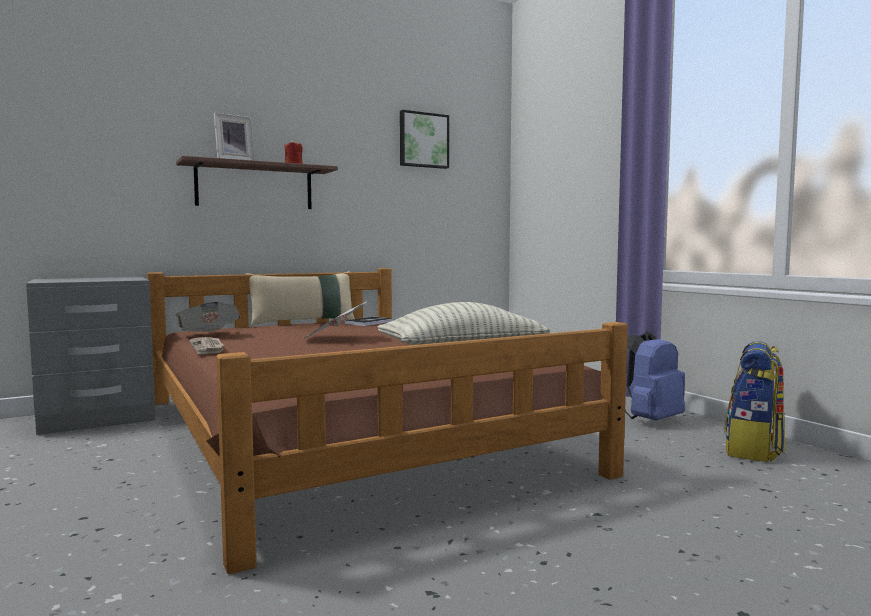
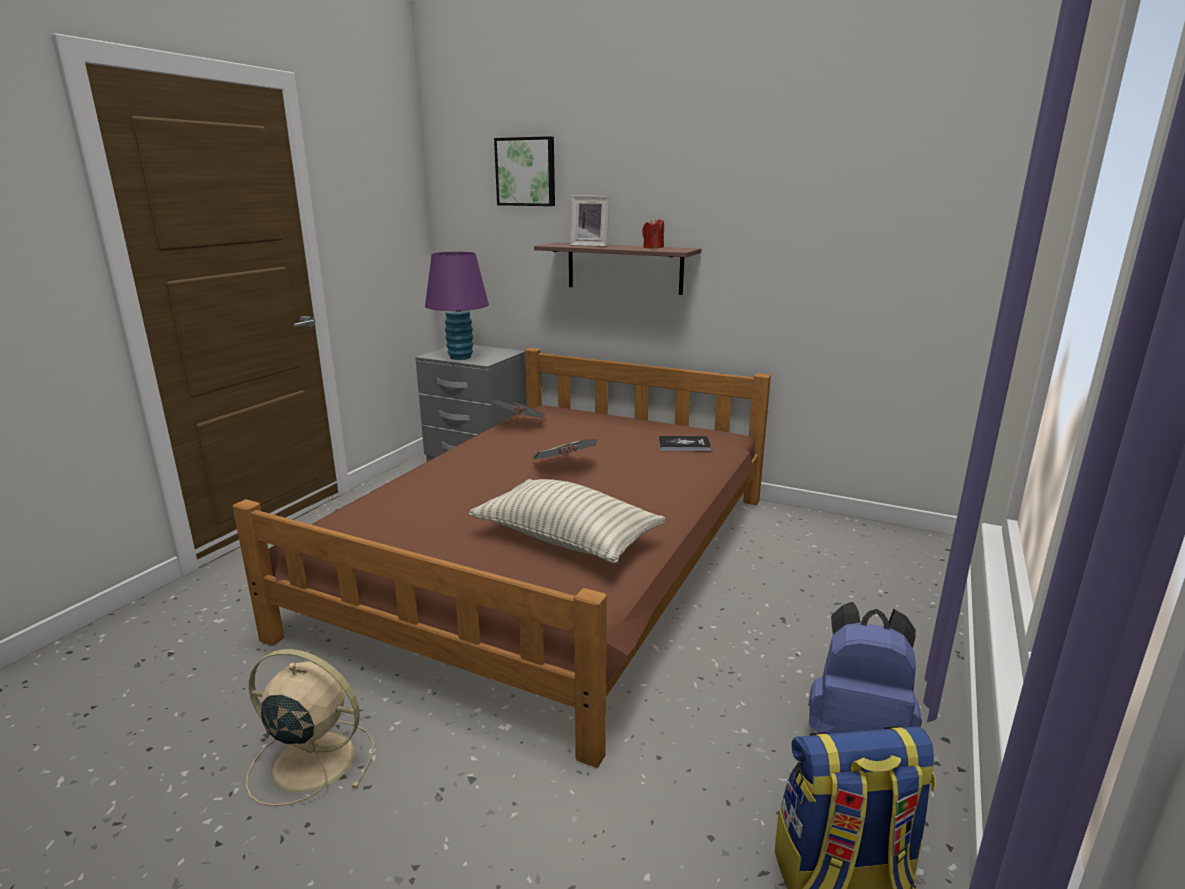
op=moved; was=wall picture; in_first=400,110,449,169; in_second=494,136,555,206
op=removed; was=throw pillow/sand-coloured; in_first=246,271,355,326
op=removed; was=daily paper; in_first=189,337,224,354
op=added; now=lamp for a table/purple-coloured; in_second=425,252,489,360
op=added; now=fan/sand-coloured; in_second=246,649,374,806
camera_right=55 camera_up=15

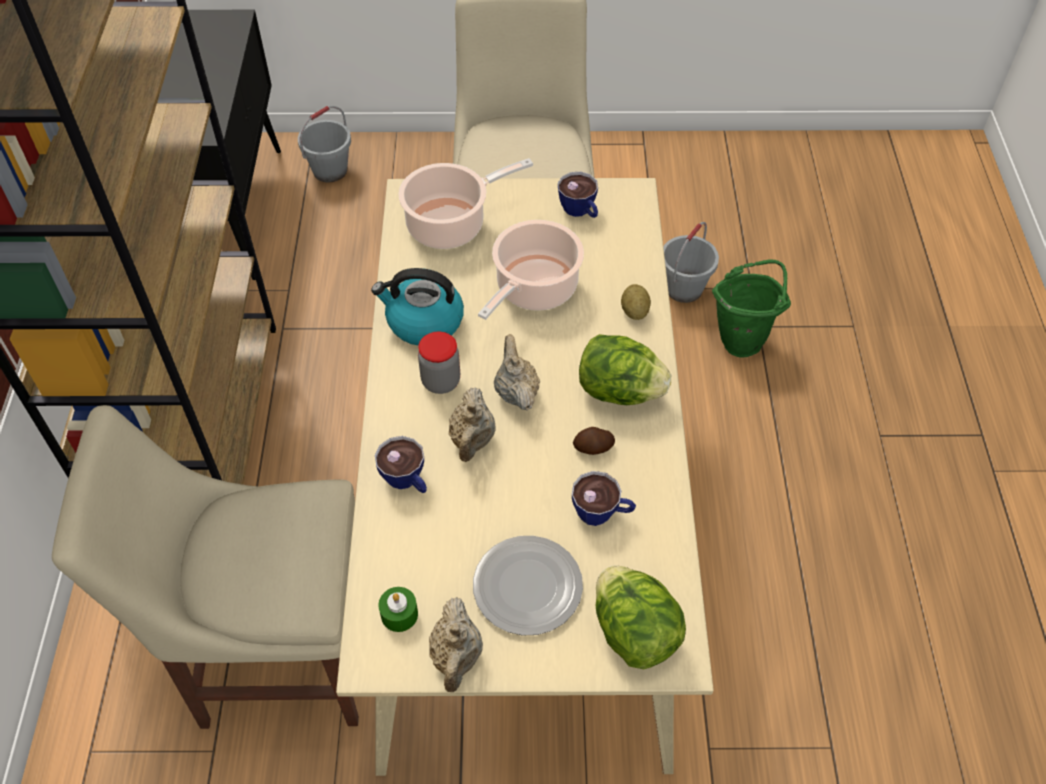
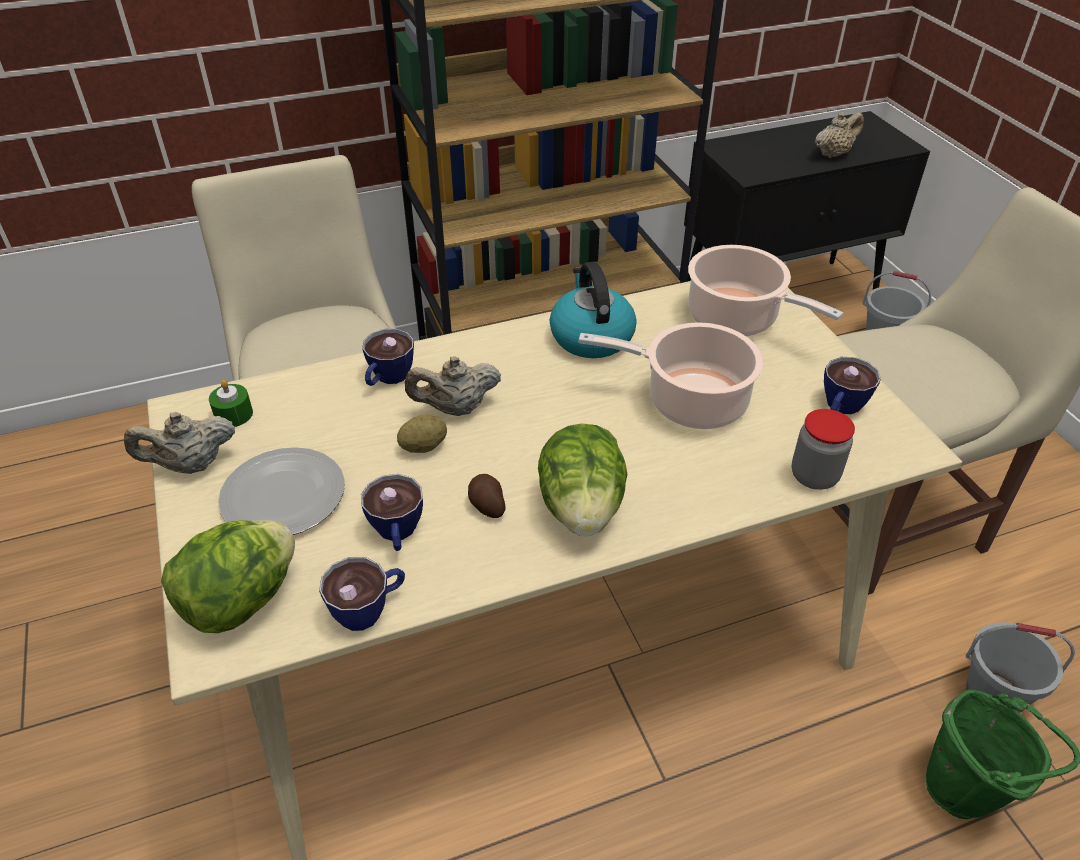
op=moved; was=spud; in_first=621,284,651,320; in_second=397,415,447,453
op=moved; was=storage jar; in_first=418,332,460,394; in_second=792,409,855,490
op=moved; was=tea pot/sand-coloured; in_first=494,334,540,411; in_second=815,112,864,158
op=added; now=small cup; in_second=319,557,405,631
camera_right=70 camera_up=-10

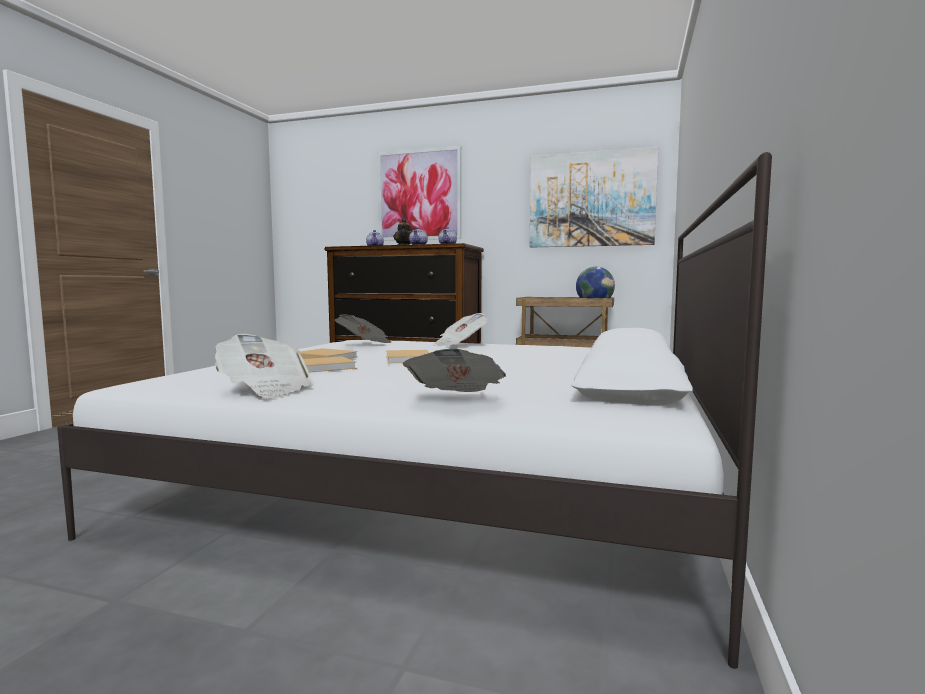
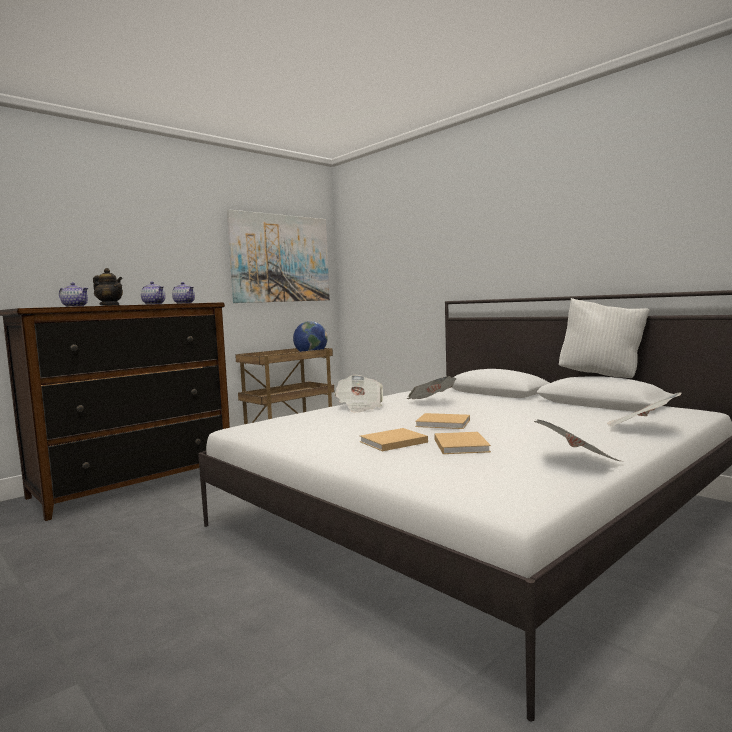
op=removed; was=wall picture; in_first=378,146,461,241
op=moved; was=daily paper; in_first=335,314,391,343; in_second=407,376,456,399
op=added; now=throw pillow/white; in_second=559,298,650,378
camera_right=-60 camera_up=0

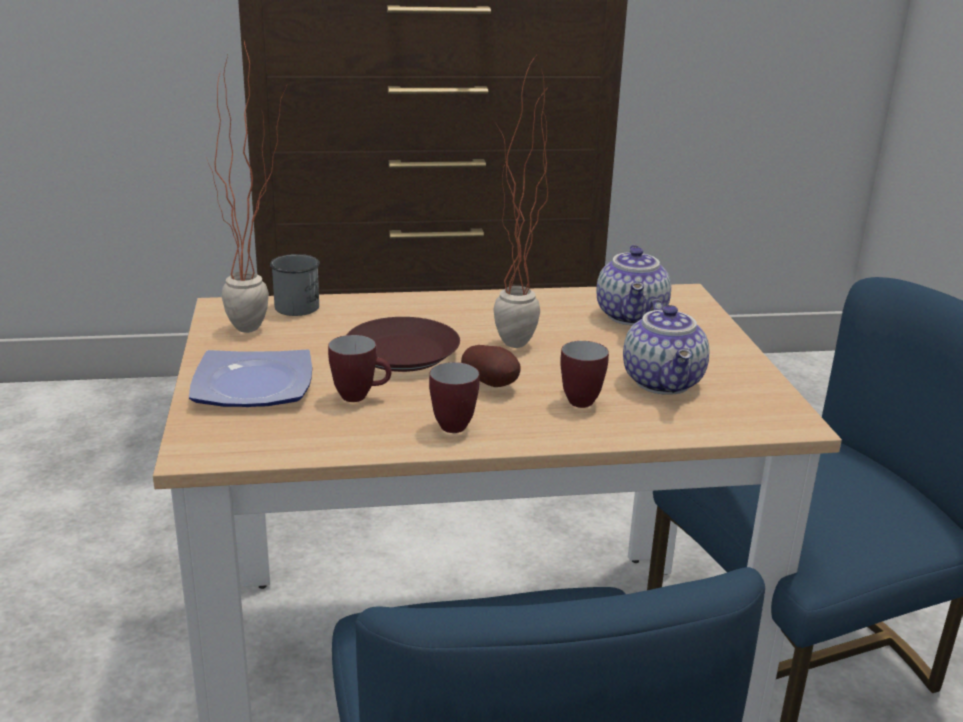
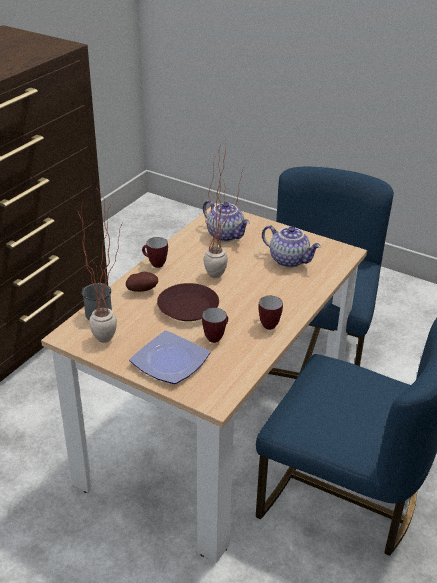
op=moved; was=coffee mug; in_first=560,341,609,408; in_second=142,237,168,268
op=moved; was=spud; in_first=461,345,521,387; in_second=126,272,158,292
camera_right=-50 camera_up=10

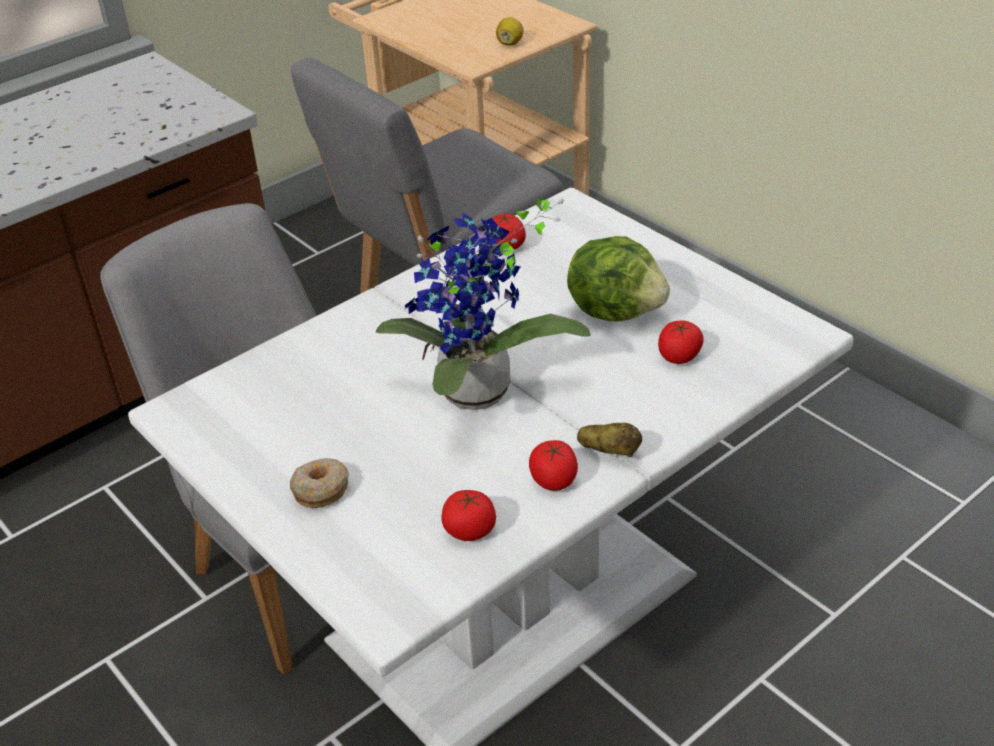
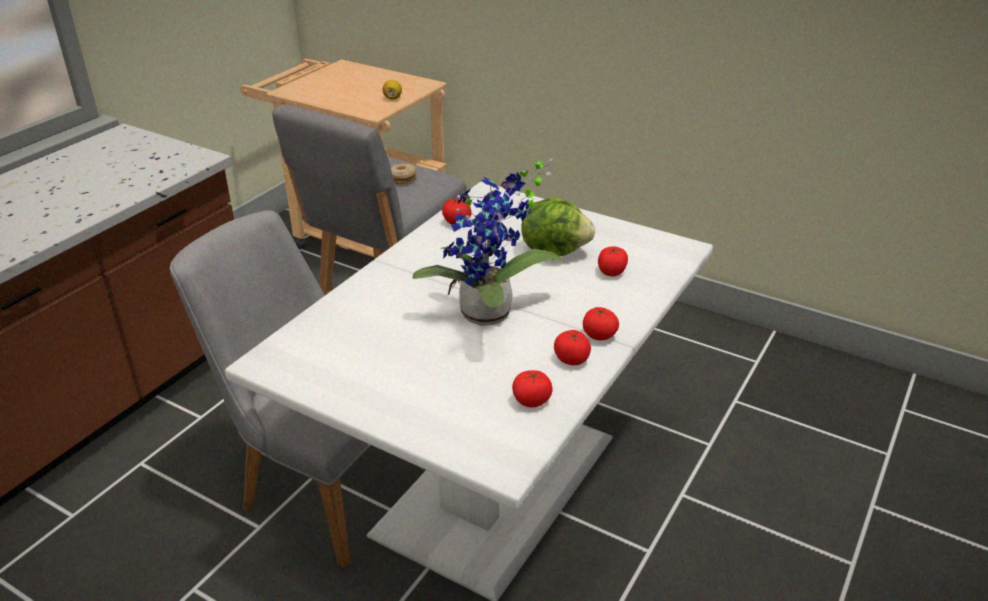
op=replaced; was=spud; now=fresh tomato; in_first=577,422,642,457; in_second=583,307,619,340
op=moved; was=doughnut; in_first=290,458,349,508; in_second=391,164,417,184
camera_right=-20 camera_up=-5

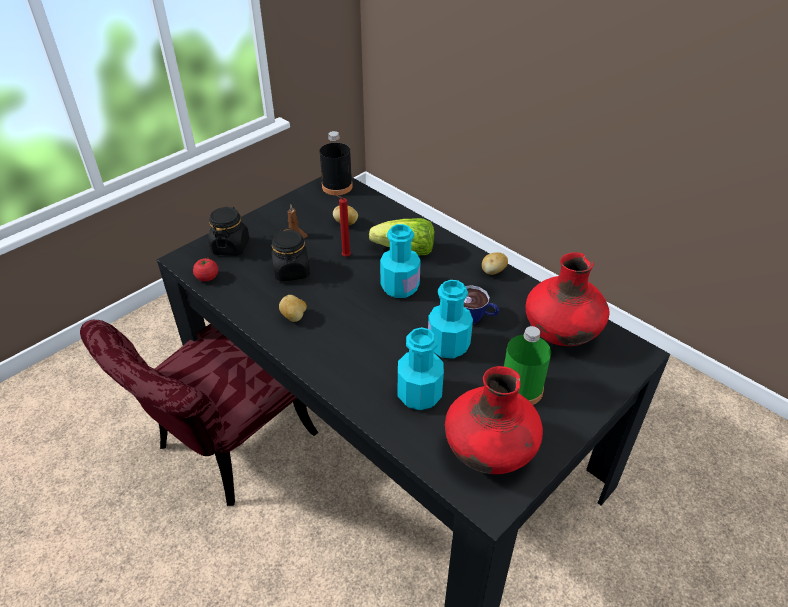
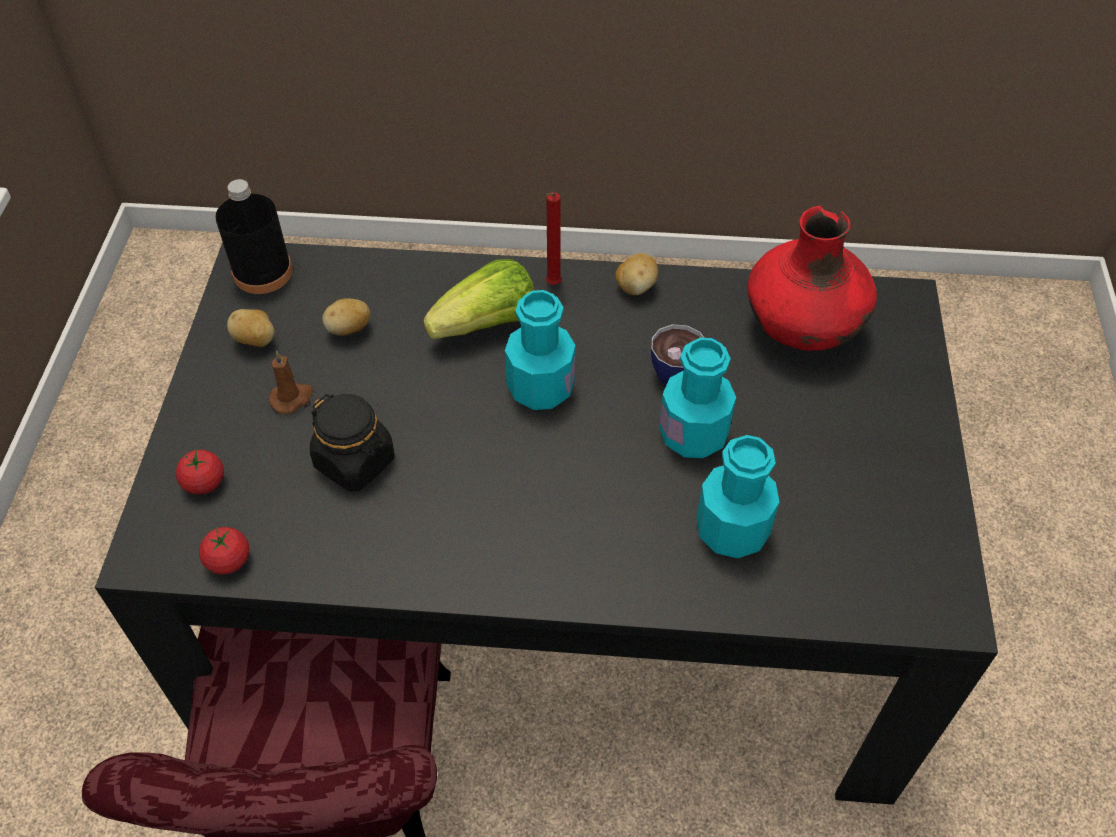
op=moved; was=wax candle/reddish; in_first=335,195,351,257; in_second=546,192,562,285
op=replaced; was=storage jar/black-coloured; now=fresh tomato; in_first=208,207,250,256; in_second=176,450,224,494
op=moved; was=spud; in_first=279,295,307,322; in_second=227,309,274,347
op=removed; was=drink bottle/green-coloured; in_first=504,326,551,405
op=removed; was=vase/reddish; in_first=445,366,543,474
camera_right=-40 camera_up=10

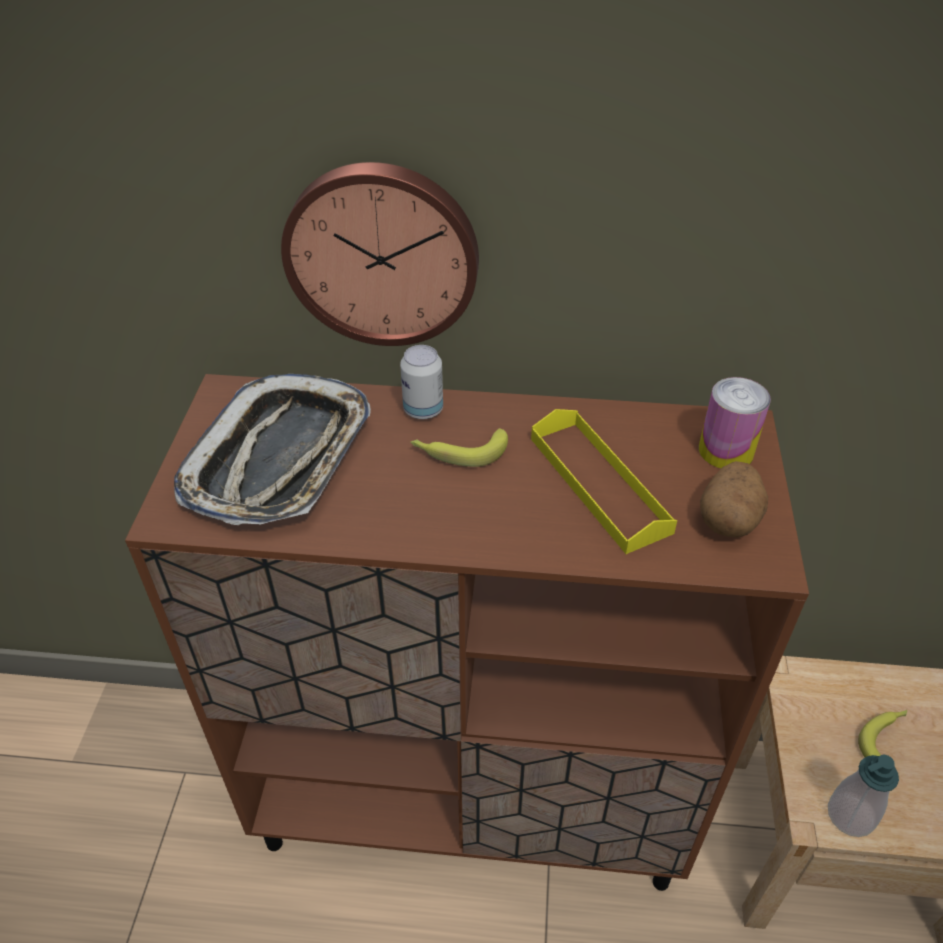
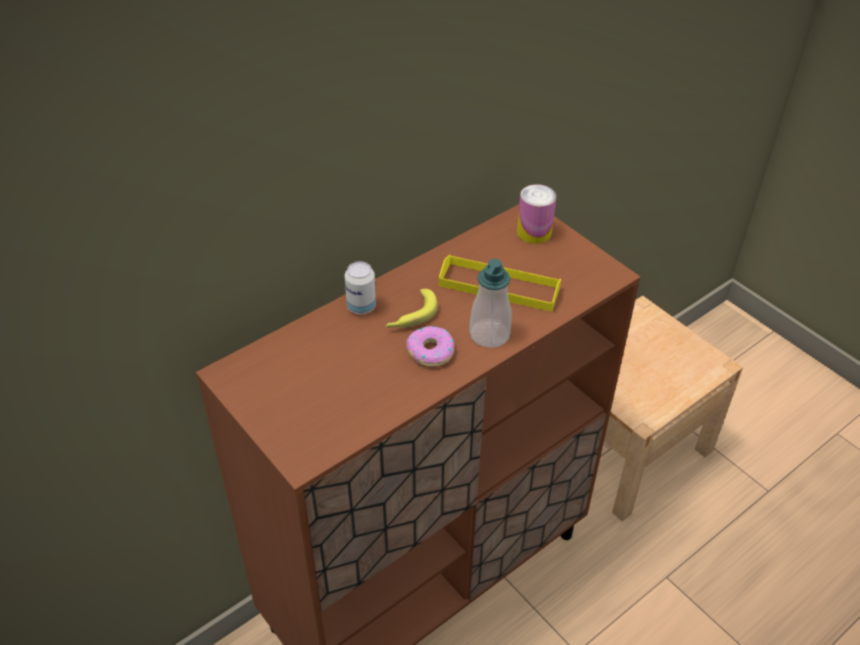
op=removed; was=hanging clock; in_first=281,162,479,346
op=removed; was=serving tray; in_first=174,374,371,525
op=removed; was=spud; in_first=700,461,768,537
op=removed; was=whole banana; in_first=858,710,907,757
op=moved; was=soap bottle; in_first=828,755,899,837; in_second=469,259,511,348
op=added; now=doughnut; in_second=407,326,455,367
camera_right=-45 camera_up=0

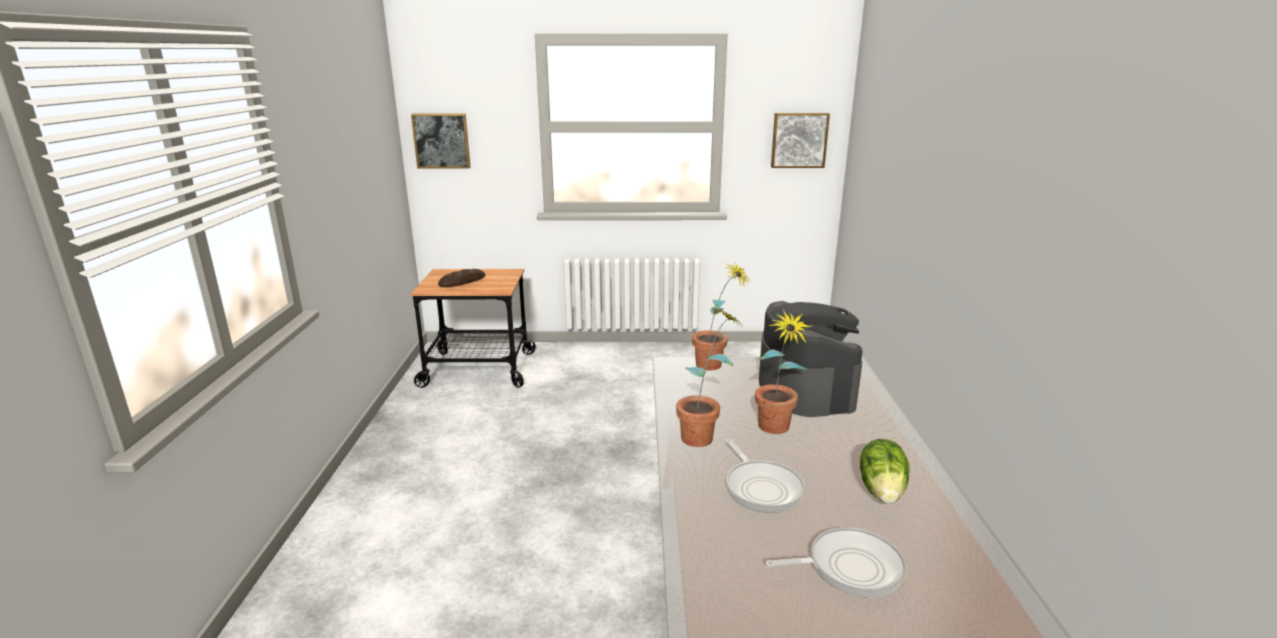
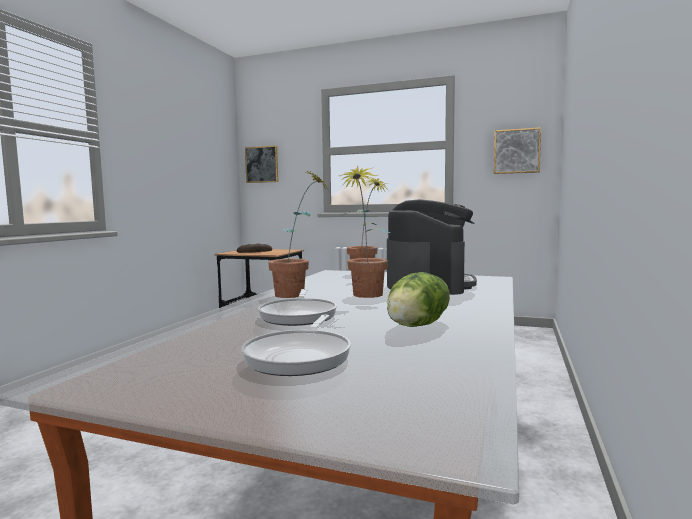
op=turned; was=skillet; in_first=765,527,906,597; in_second=241,315,351,376; clockwise=90
camera_right=20 camera_up=-15

